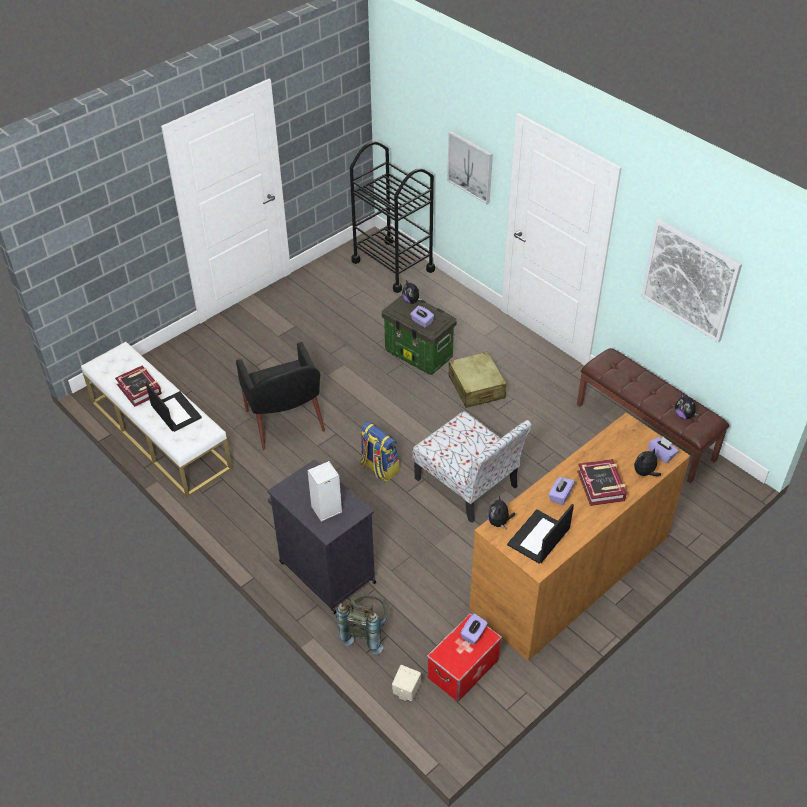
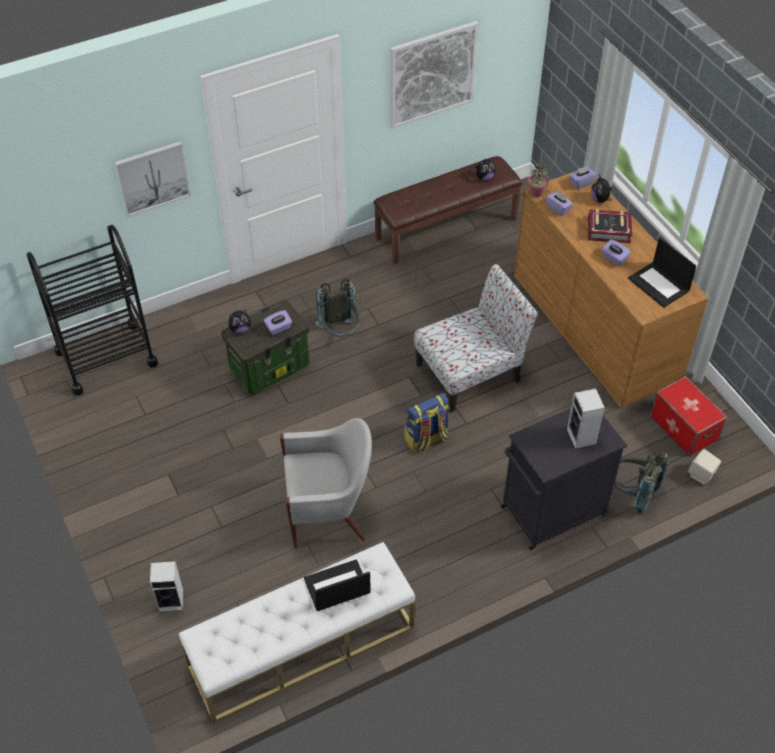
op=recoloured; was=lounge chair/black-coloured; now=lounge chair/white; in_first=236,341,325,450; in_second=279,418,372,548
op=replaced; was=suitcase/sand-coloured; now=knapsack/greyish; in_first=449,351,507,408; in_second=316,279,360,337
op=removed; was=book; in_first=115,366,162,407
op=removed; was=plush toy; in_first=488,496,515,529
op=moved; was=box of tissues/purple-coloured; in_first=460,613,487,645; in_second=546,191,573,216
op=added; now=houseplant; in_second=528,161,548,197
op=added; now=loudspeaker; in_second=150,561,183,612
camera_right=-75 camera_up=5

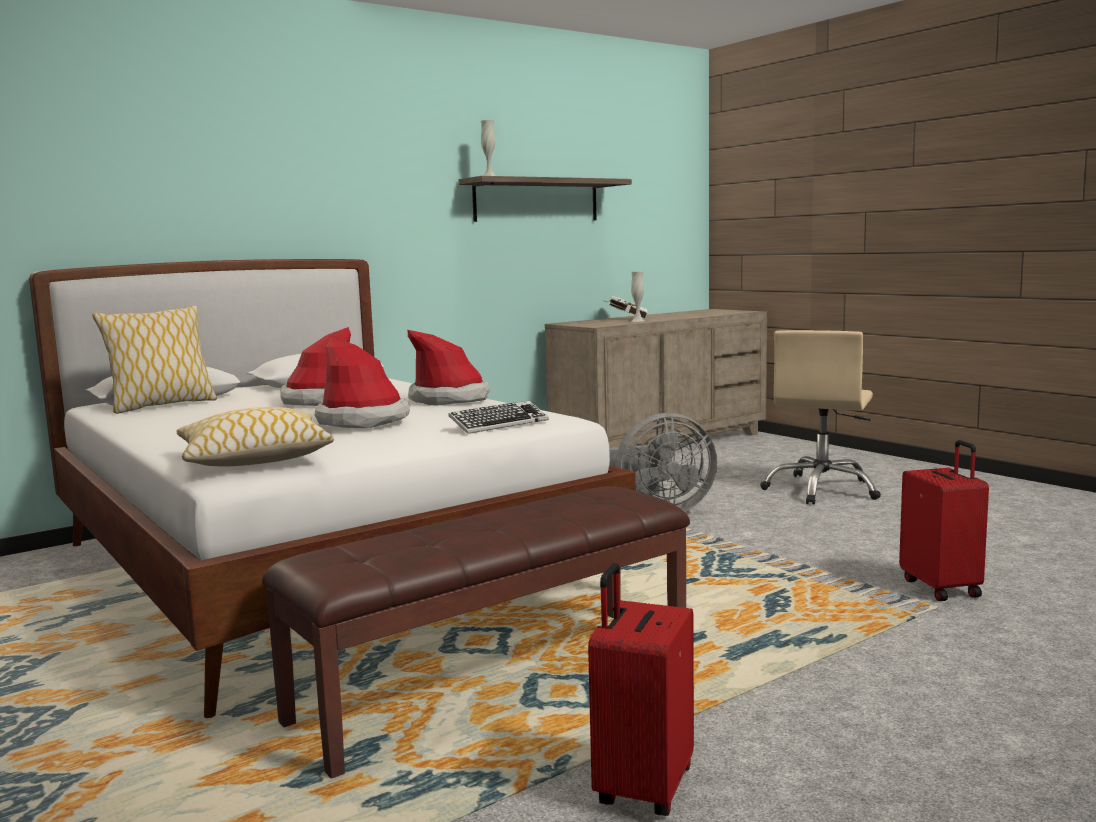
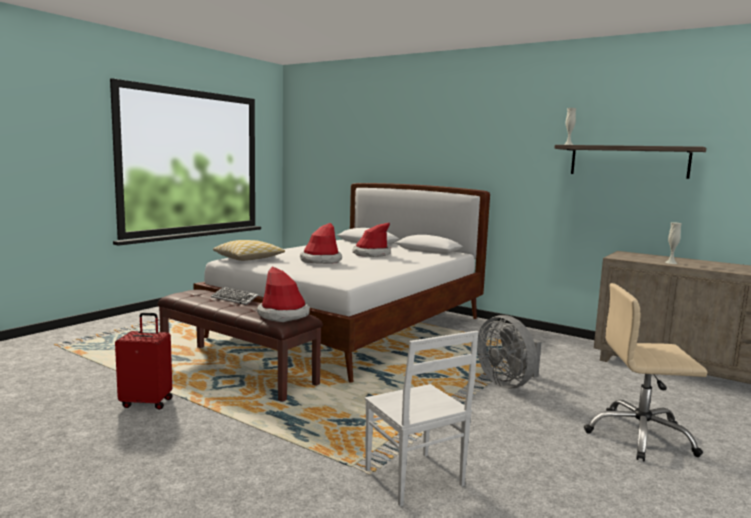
op=removed; was=book/white; in_first=605,296,648,319
op=removed; was=throw pillow; in_first=92,305,217,414
op=moved; was=wearable hat; in_first=408,330,490,406; in_second=257,266,310,322
op=moved; was=keyboard; in_first=448,401,549,434; in_second=211,287,258,305
op=replaced; was=suitcase/reddish; now=plain chair/white; in_first=899,440,989,601; in_second=365,331,478,506
camera_right=70 camera_up=0

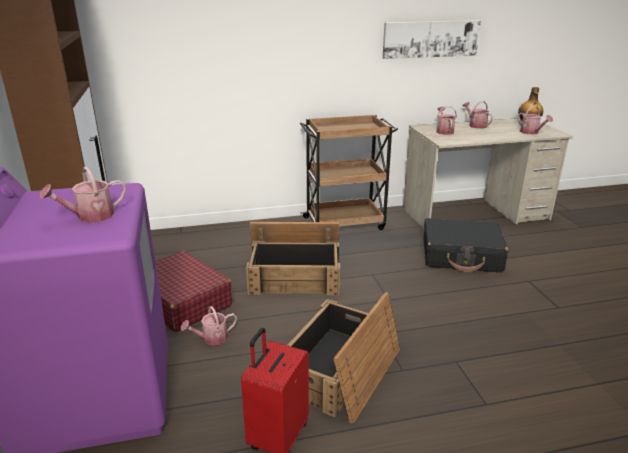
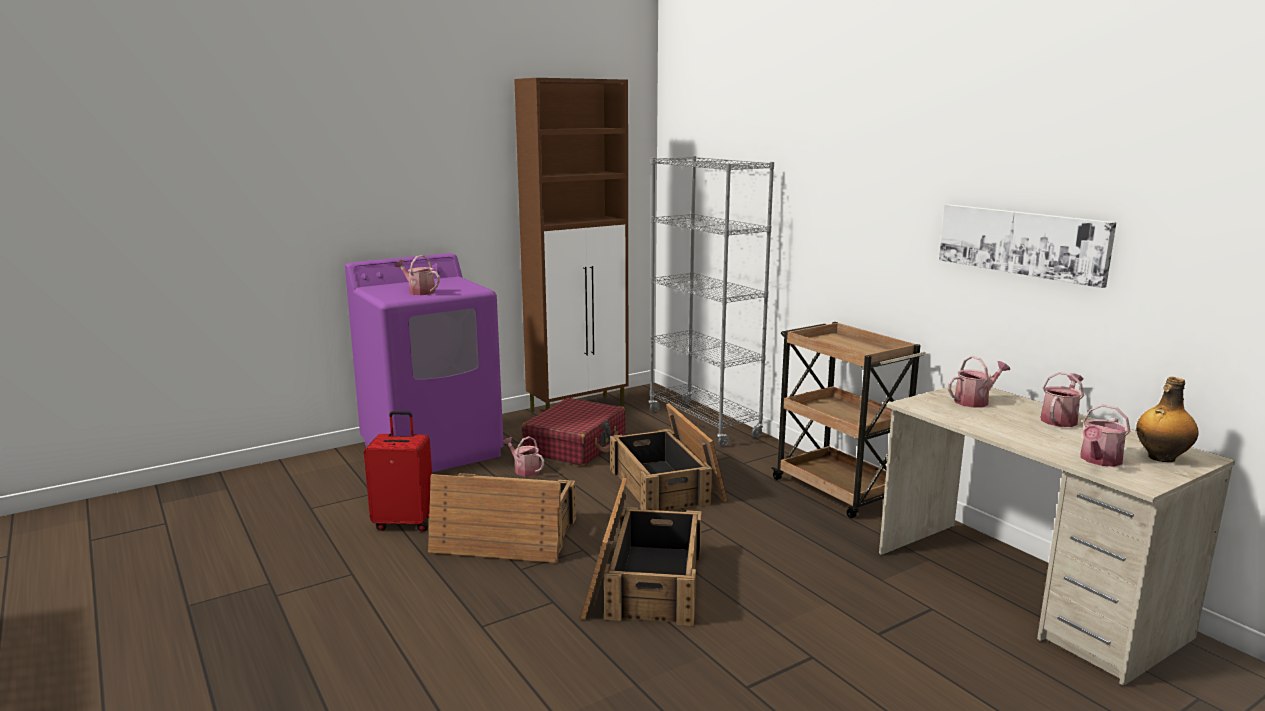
op=removed; was=suitcase/black-coloured; in_first=423,218,508,272
op=added; now=bookcase/greyish; in_second=649,156,774,447
op=added; now=shipping crate; in_second=581,477,701,626
camera_right=70 camera_up=-10

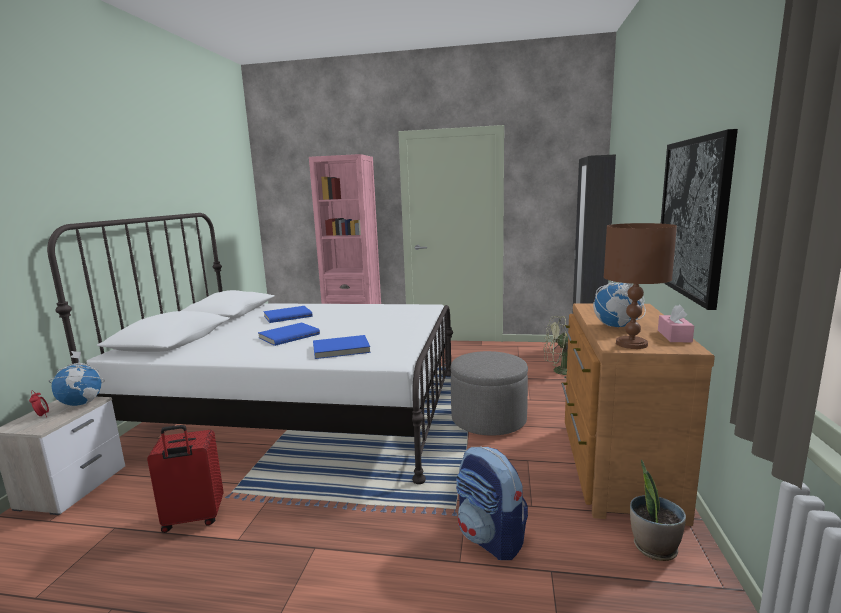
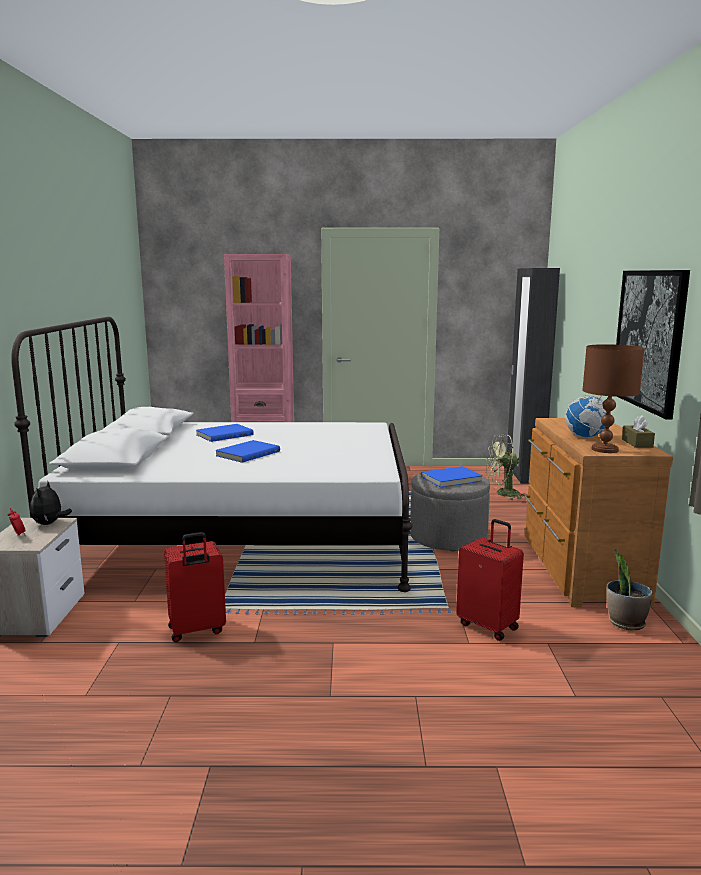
op=recoloured; was=box of tissues/pink-coloured; now=box of tissues/brownish; in_first=658,304,694,343; in_second=622,415,655,448
op=moved; was=book/blue; in_first=313,335,371,359; in_second=421,466,483,487
op=replaced; was=world globe; now=plush toy; in_first=49,351,105,406; in_second=30,482,72,525
op=replaced; was=knapsack; now=suitcase/reddish; in_first=456,447,528,560; in_second=456,519,524,641
camera_right=-10 camera_up=0

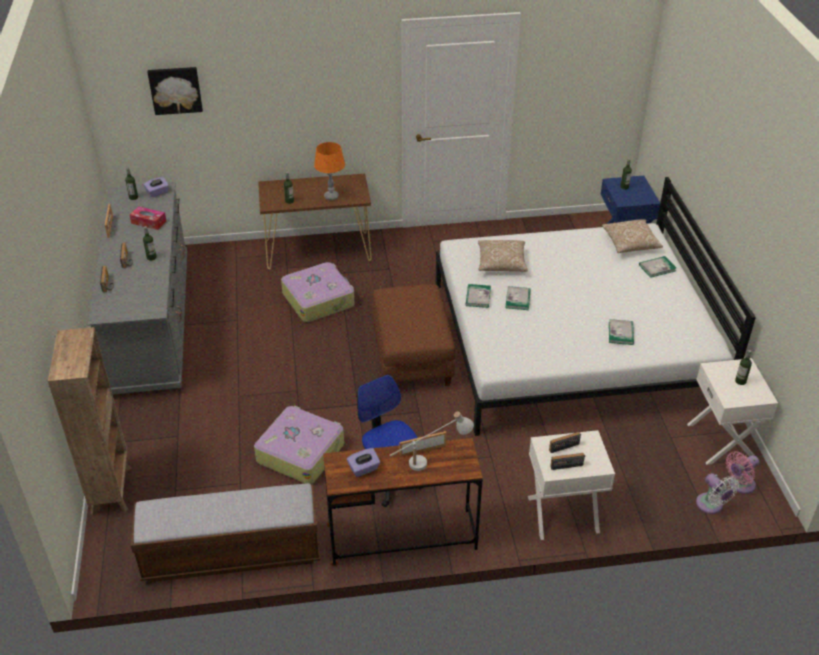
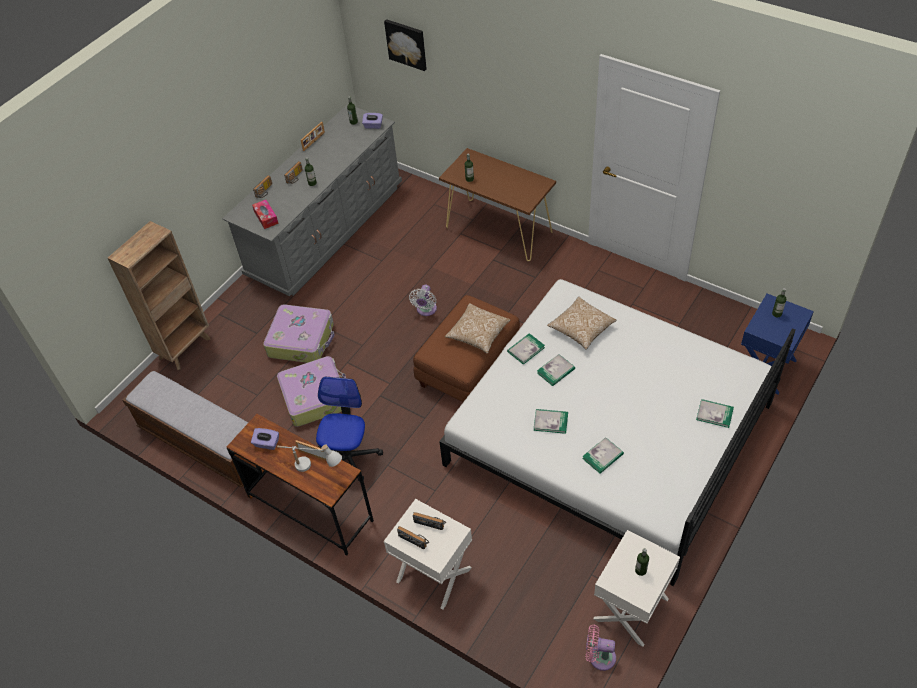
op=removed; was=lamp for a table/orange-coloured; in_first=314,142,345,200
op=moved; was=box of tissues; in_first=130,206,166,230; in_second=252,200,279,229
op=moved; was=throw pillow; in_first=602,219,663,253; in_second=445,303,510,354
op=moved; was=suitcase; in_first=281,262,355,322; in_second=263,304,335,363
op=moved; was=fan/white; in_first=696,473,739,514; in_second=409,284,437,316
op=added; now=book; in_second=534,409,568,434
camera_right=45 camera_up=10

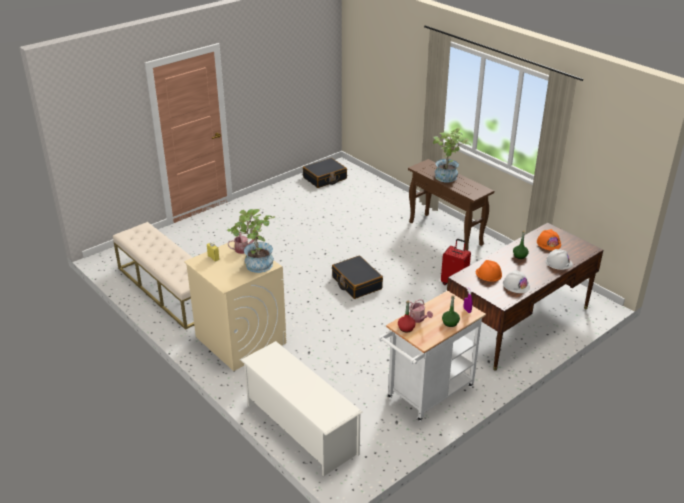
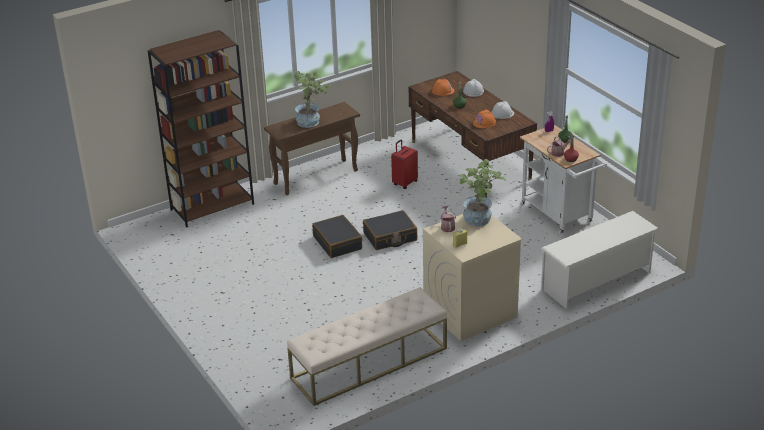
op=moved; was=suitcase/black-coloured; in_first=303,158,347,188; in_second=312,215,362,258
op=added; now=bookcase/brownish; in_second=148,30,254,228
camera_right=-80 camera_up=0

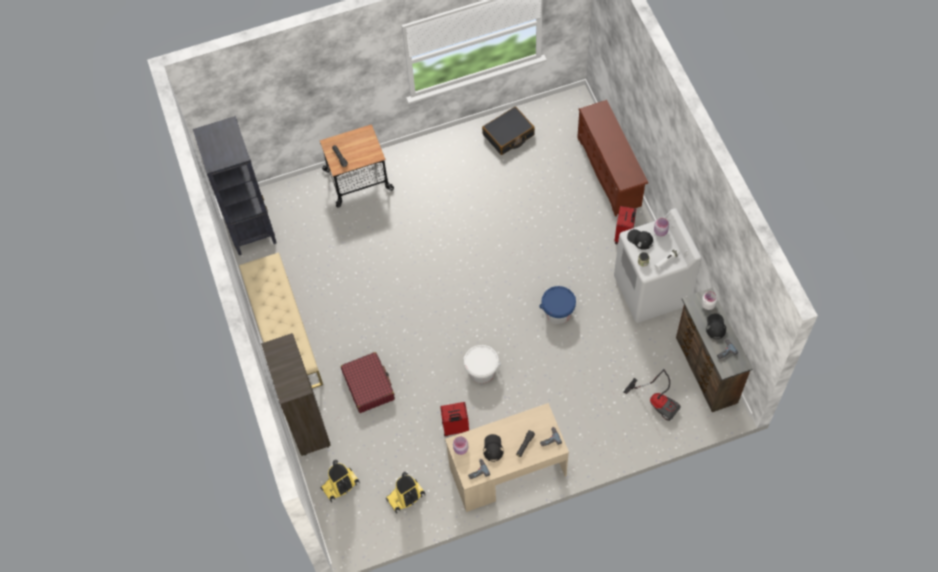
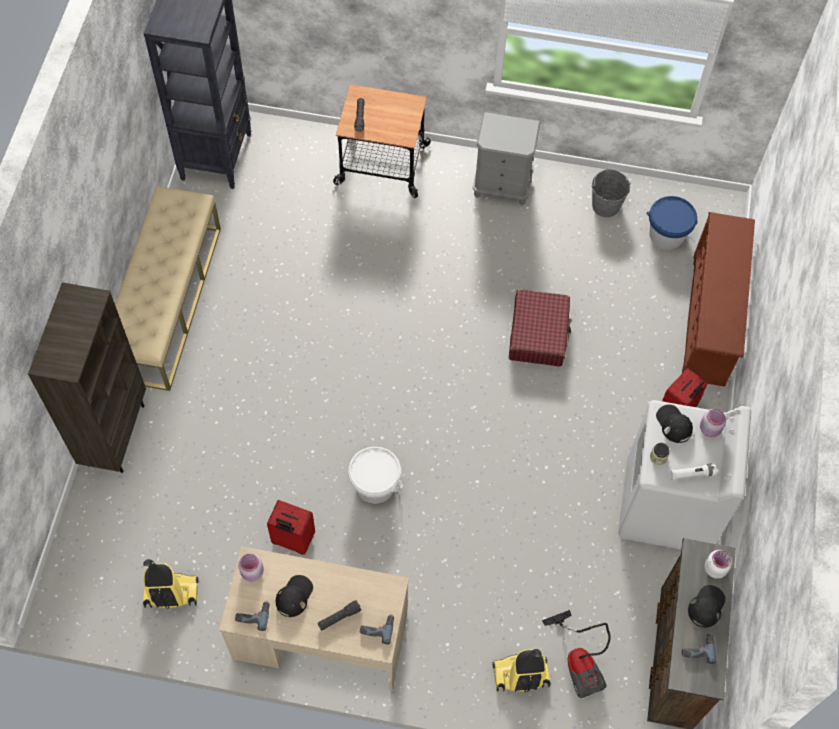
op=replaced; was=suitcase/black-coloured; now=pail/greyish; in_first=482,106,535,155; in_second=592,169,631,217
op=moved; was=pail/blue; in_first=539,286,576,324; in_second=647,196,698,250
op=moved; was=suitcase/reddish; in_first=341,352,395,413; in_second=509,289,571,367
op=moved; was=hoover; in_first=321,460,360,502; in_second=493,649,550,693
op=added; now=night table/greyish; in_second=473,112,541,206
camera_right=25 camera_up=0

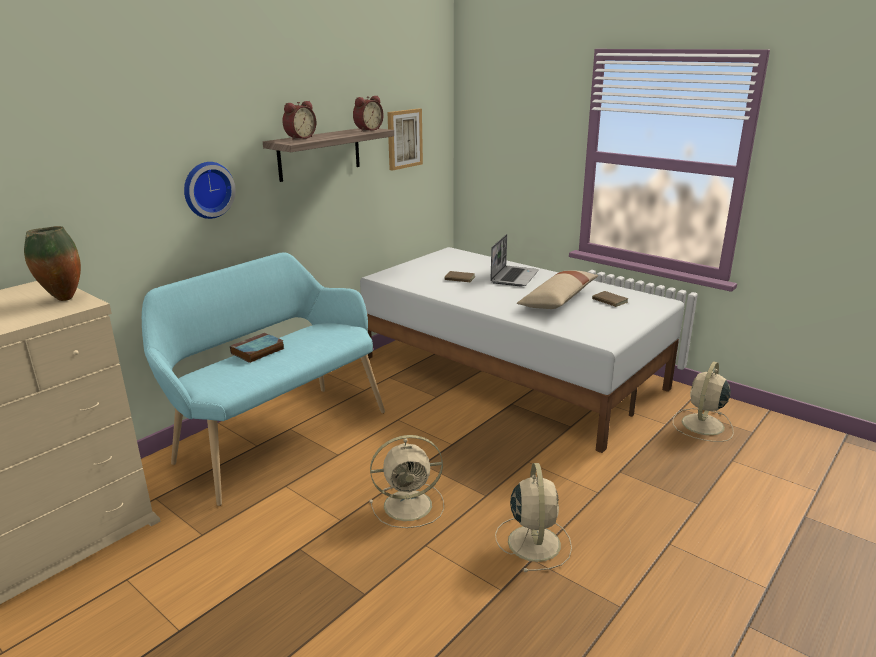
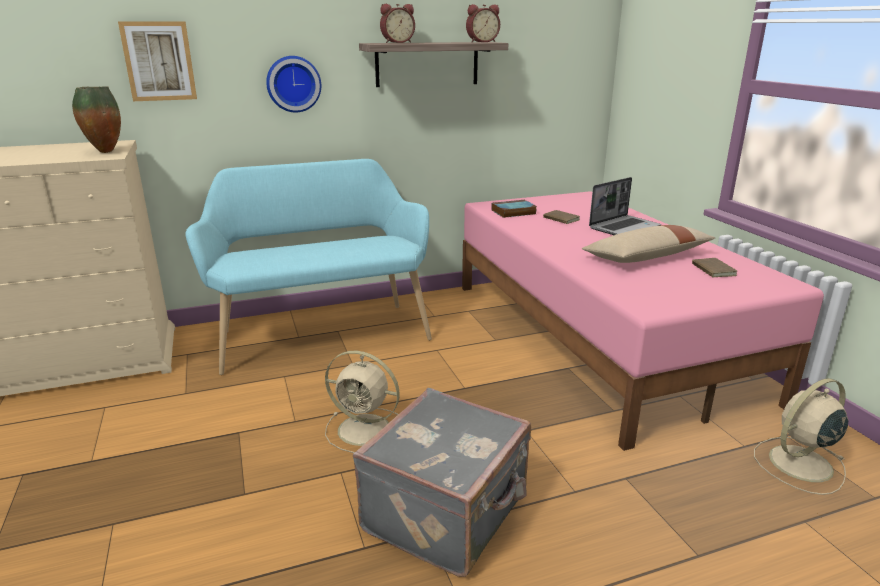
op=moved; was=wall picture; in_first=387,108,423,171; in_second=118,21,197,101
op=recoloured; was=bed/white; now=bed/pink-coloured; in_first=360,247,684,453; in_second=462,191,824,451
op=moved; was=book; in_first=230,333,285,363; in_second=491,200,537,218
op=replaced; was=fan/sand-coloured; now=suitcase/greyish; in_first=495,463,572,572; in_second=353,388,531,577
camera_right=30 camera_up=0

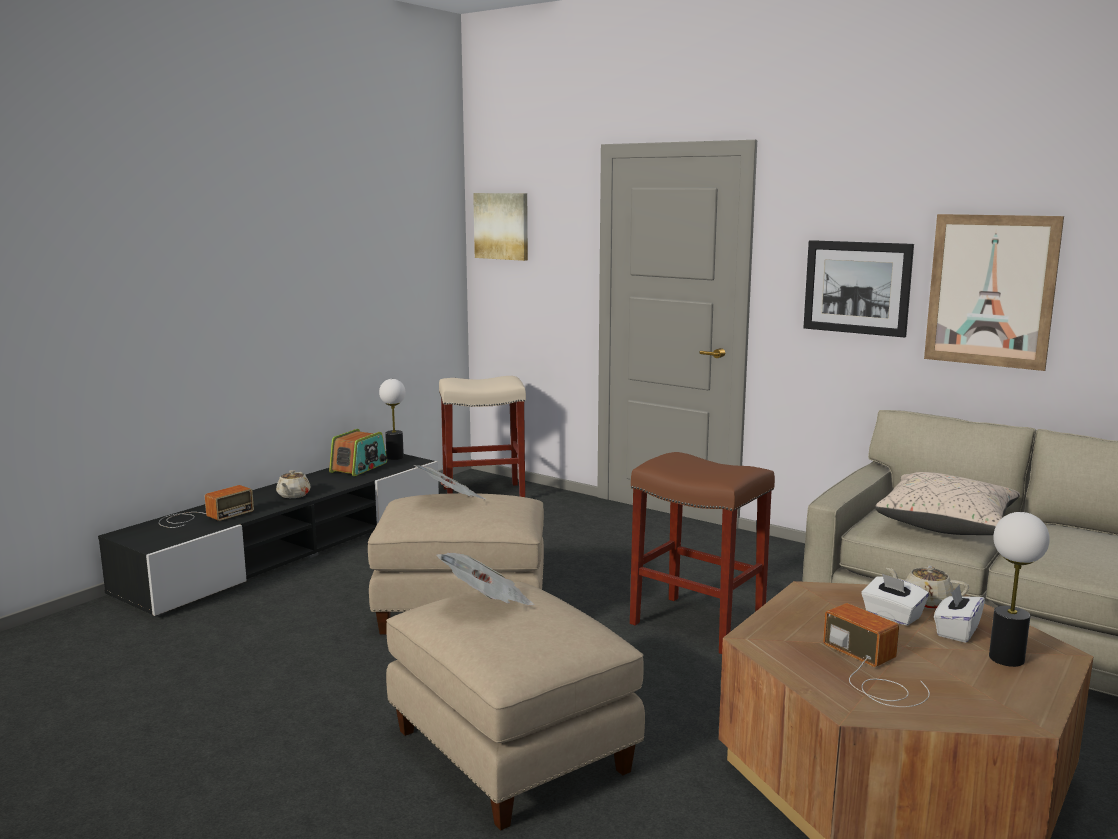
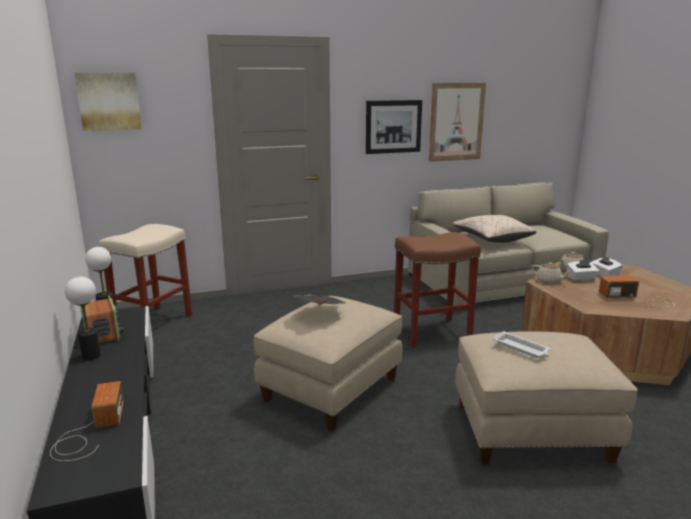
op=moved; was=tea pot/sand-coloured; in_first=276,470,311,498; in_second=532,262,572,284
op=moved; was=lamp for a table; in_first=989,512,1050,667; in_second=65,277,101,361
op=replaced; was=daily paper; now=serving tray/white; in_first=436,553,535,605; in_second=493,331,550,358
camera_right=-55 camera_up=5

